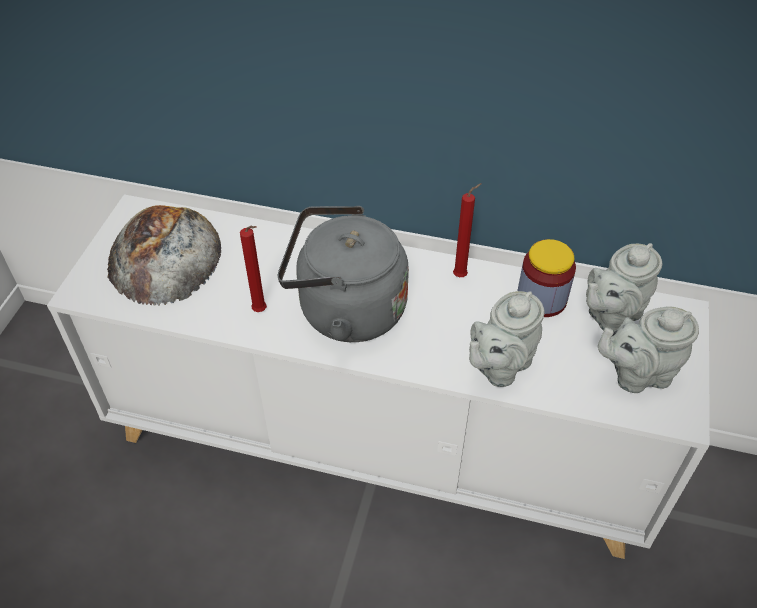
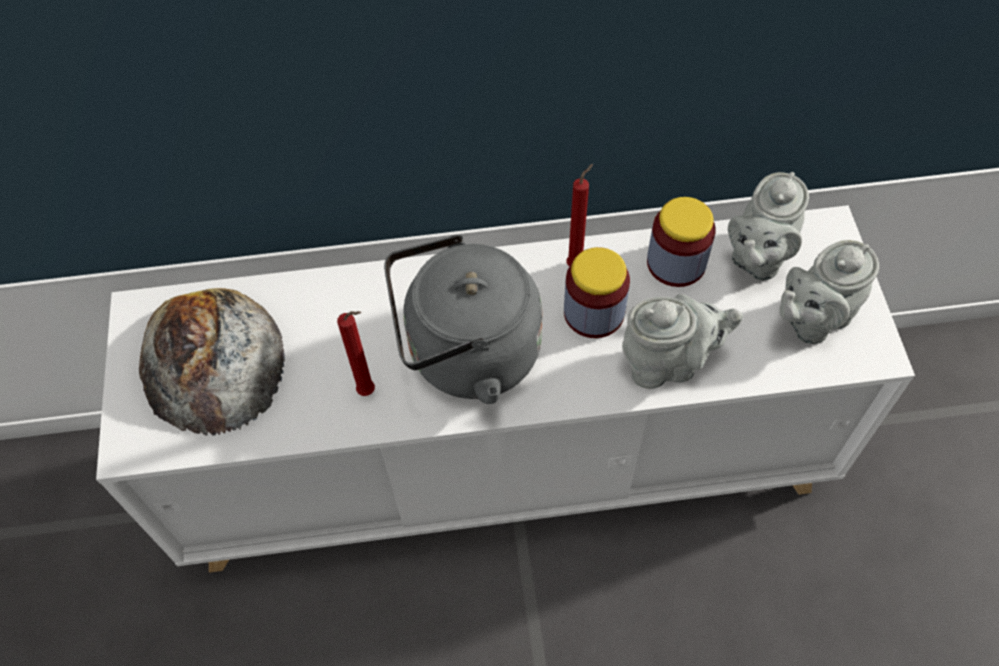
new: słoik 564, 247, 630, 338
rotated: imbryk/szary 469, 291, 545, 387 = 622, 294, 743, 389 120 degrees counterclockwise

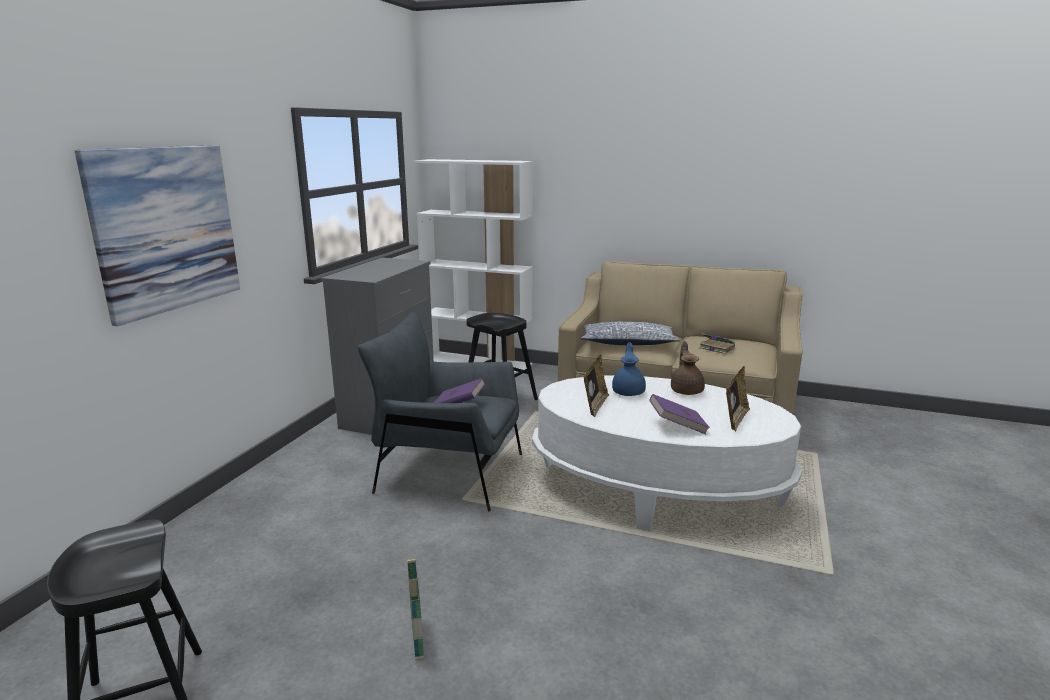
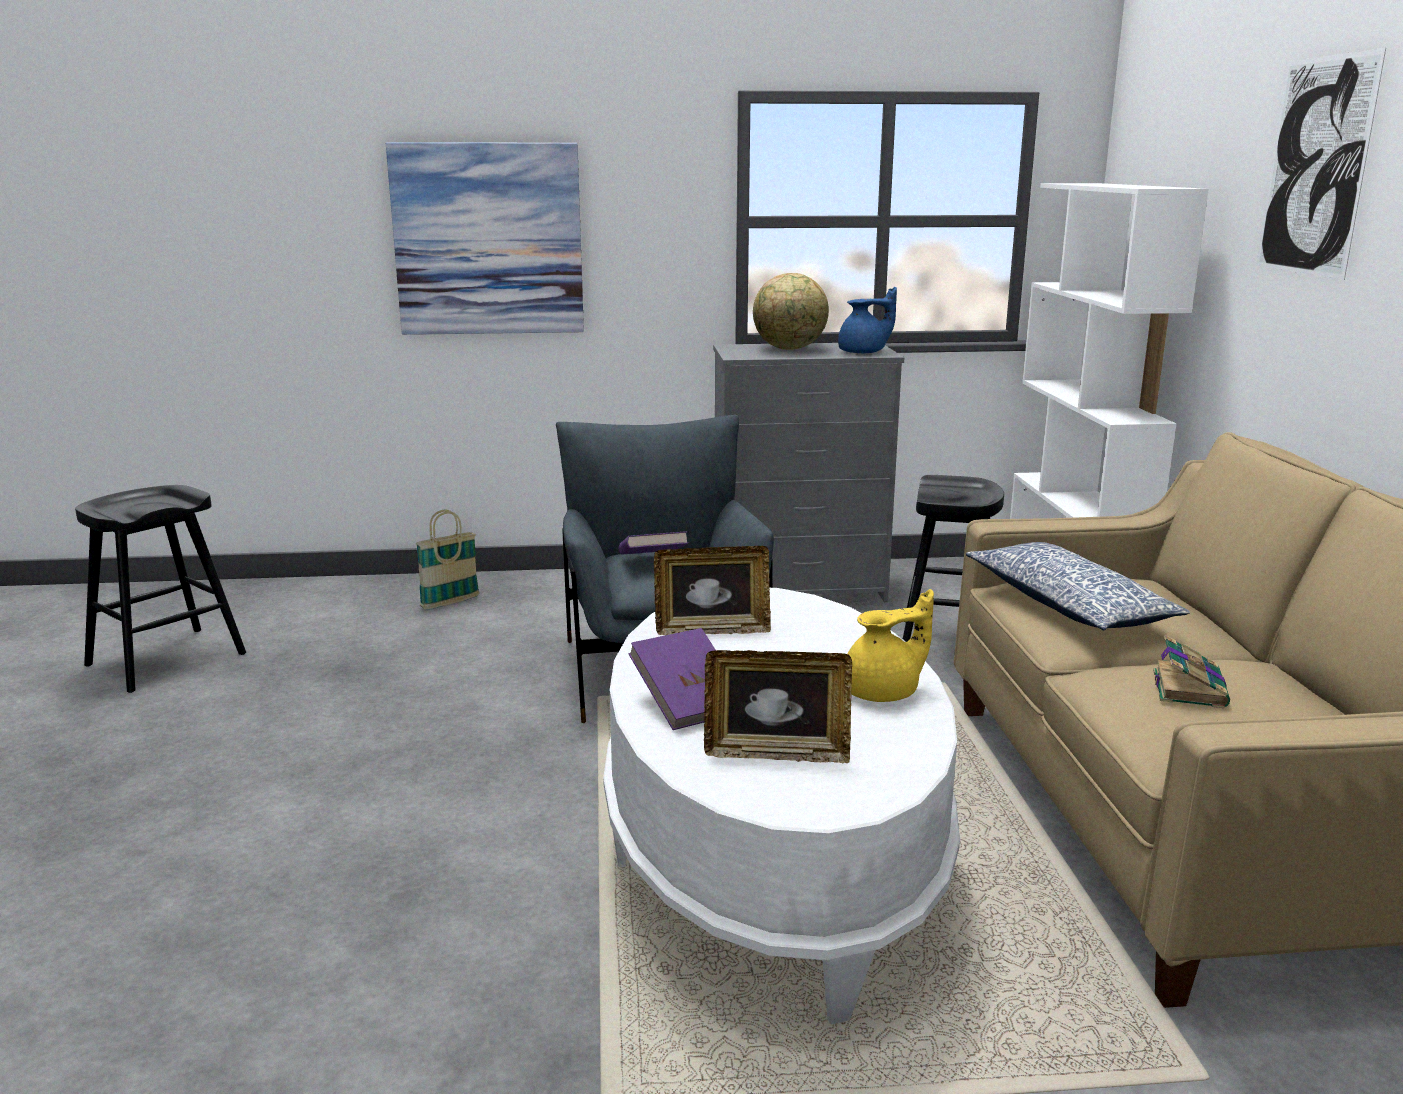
new: globus 753, 273, 829, 350; obraz 1256, 48, 1386, 280
shifted: koszyk 407, 549, 424, 661 to 416, 510, 480, 610; imbryk/niebieski 612, 342, 646, 396 to 838, 287, 897, 353
repainted: imbryk/brązowy 671, 341, 705, 395 to imbryk/żółty 847, 589, 934, 702

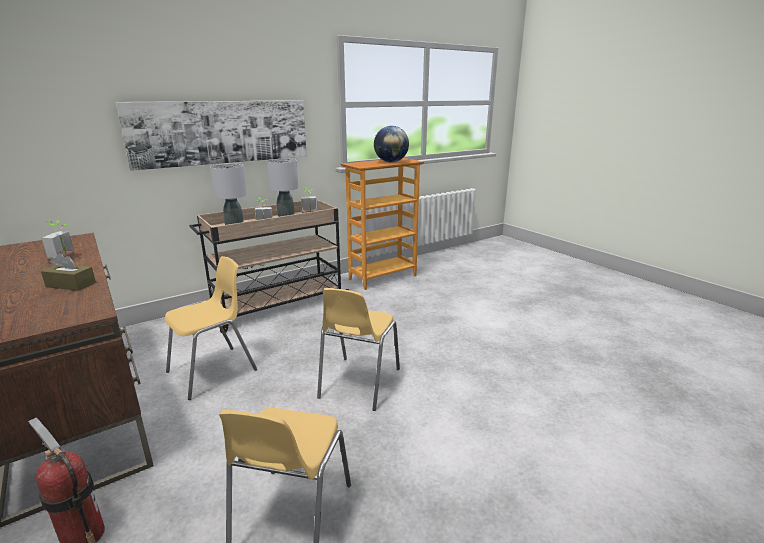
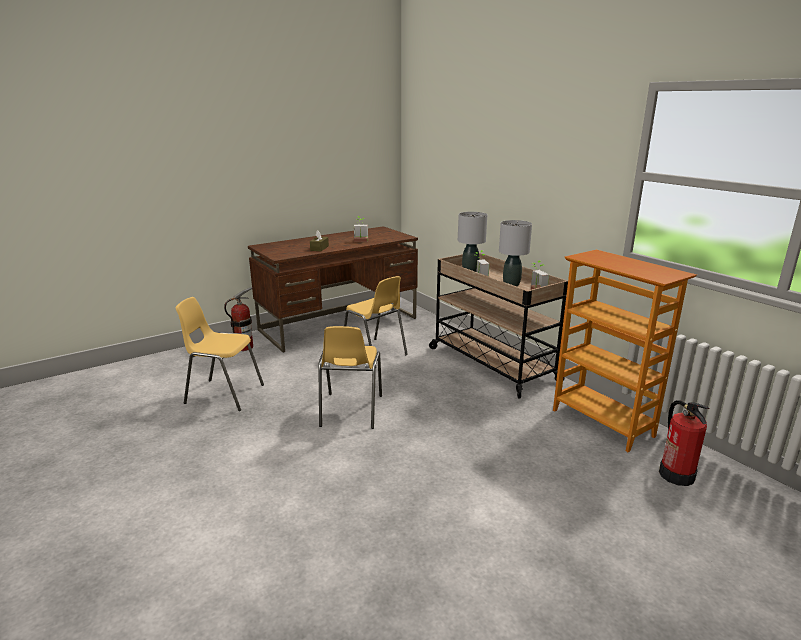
gone: obraz 116, 100, 307, 171; globus 374, 126, 409, 162
new: gaśnica 659, 400, 710, 486
rotated: krzesło/żółty 317, 288, 400, 411 = 318, 326, 382, 429 105 degrees counterclockwise

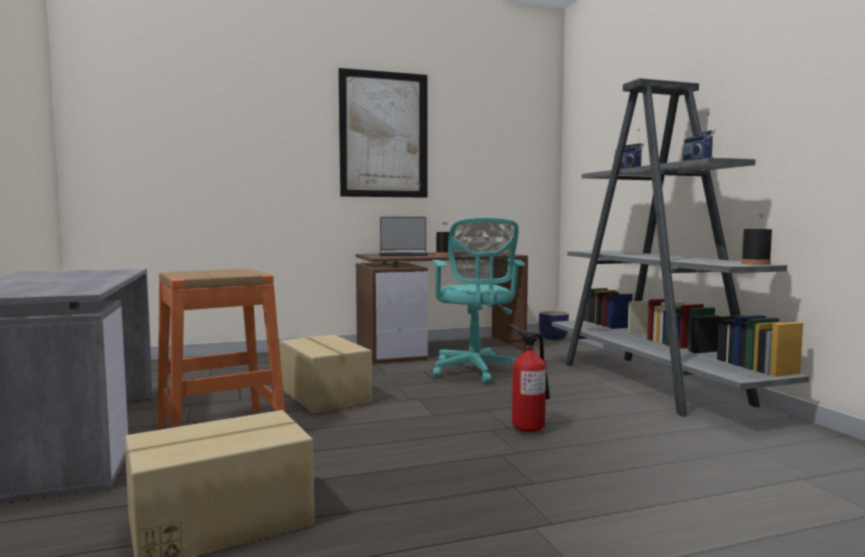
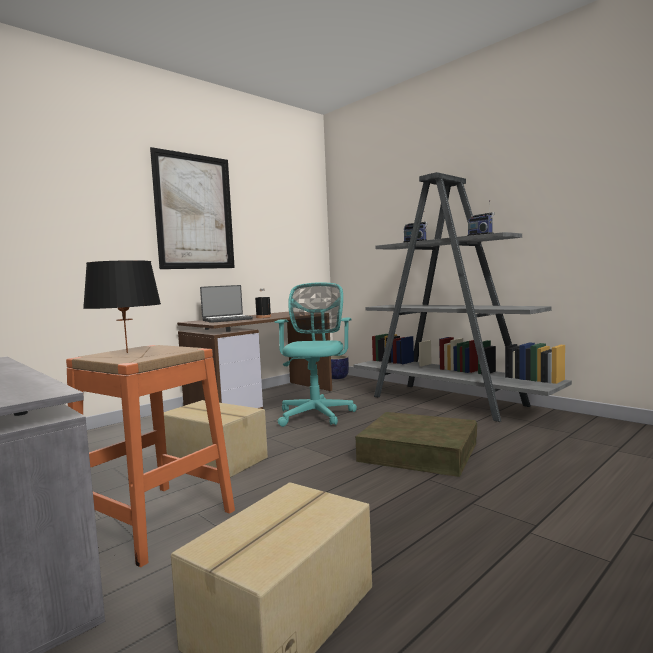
gone: butelka/czarny 741, 214, 772, 265
new: lampa stołowa/czarny 83, 260, 161, 353
swapped: gaśnica 508, 324, 550, 432 to pojemnik do przechowywania/brązowy 355, 412, 477, 477
rotated: krzesło biurowe/turkusowy 432, 217, 525, 384 = 274, 282, 357, 427 135 degrees counterclockwise

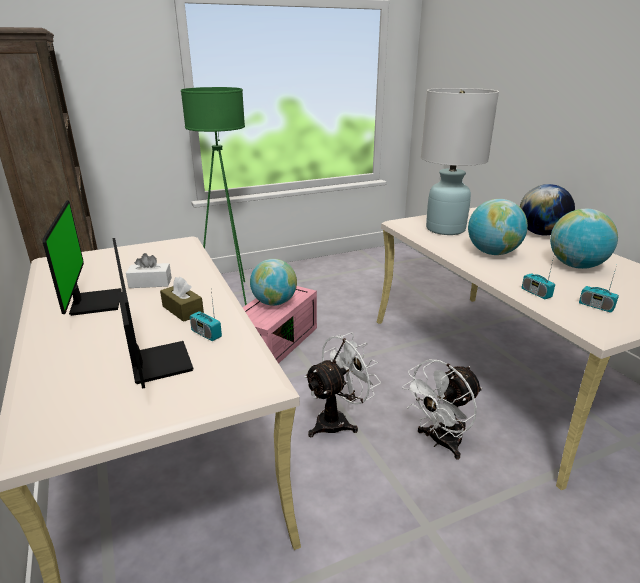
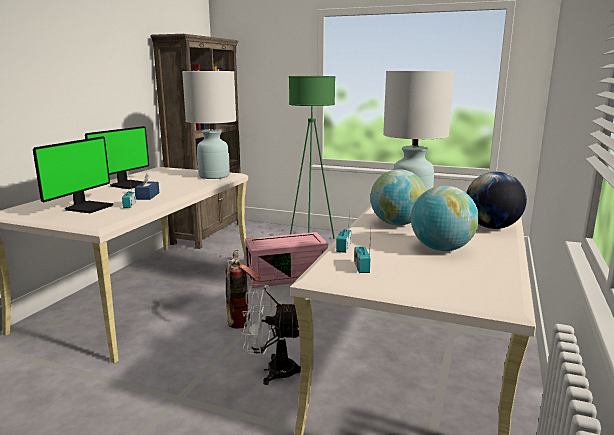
gone: pudełko chusteczek/biały 126, 253, 172, 288; globus 250, 259, 297, 306
new: lampa stołowa/biały 182, 71, 236, 179
swapped: wentylator/biały 304, 332, 381, 437 to gaśnica 226, 250, 260, 328
repainted: pudełko chusteczek/brązowy 160, 276, 204, 322 to pudełko chusteczek/niebieski 135, 173, 159, 200

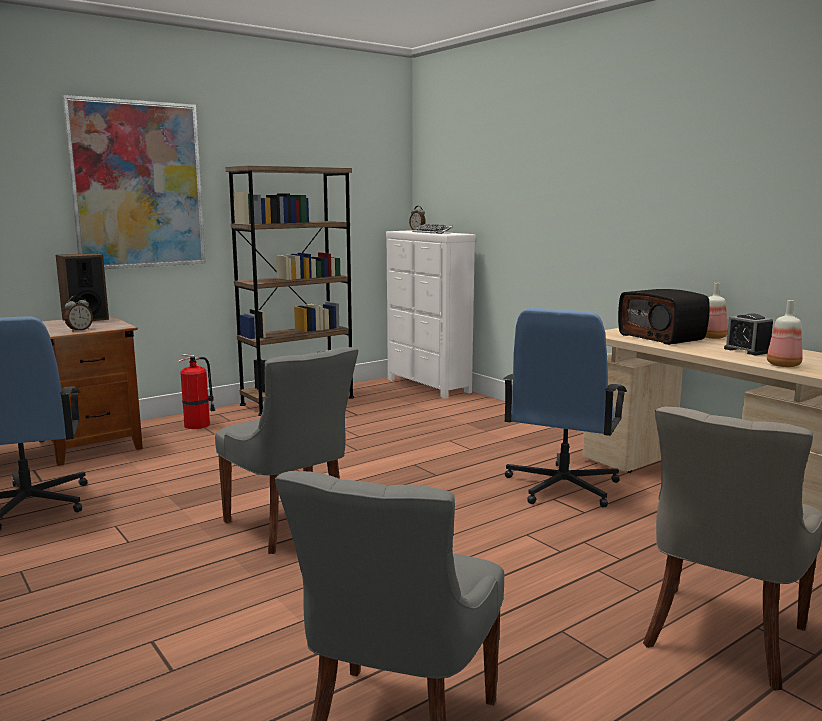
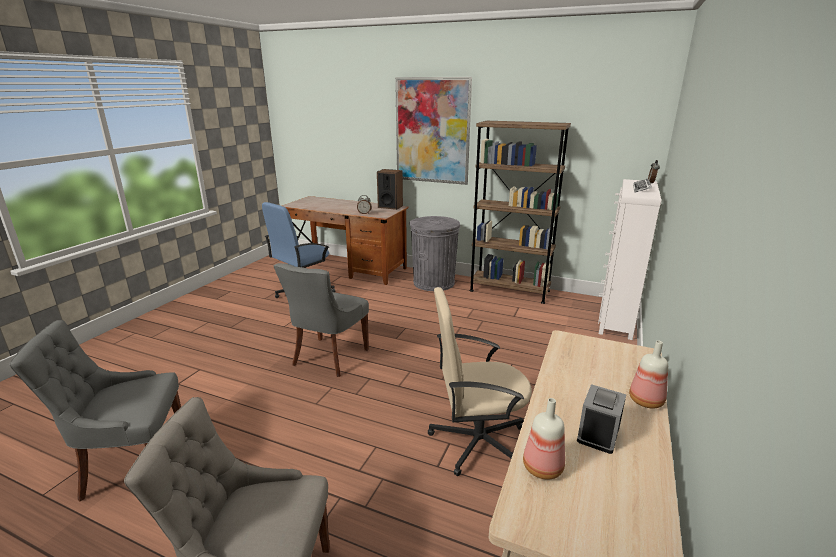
gone: radio 618, 289, 710, 345
swapped: gaśnica 178, 353, 215, 429 to kosz na śmieci/szary 409, 216, 460, 291
repainted: krzesło biurowe/niebieski 503, 308, 627, 507 to krzesło biurowe/beżowy 428, 287, 532, 476

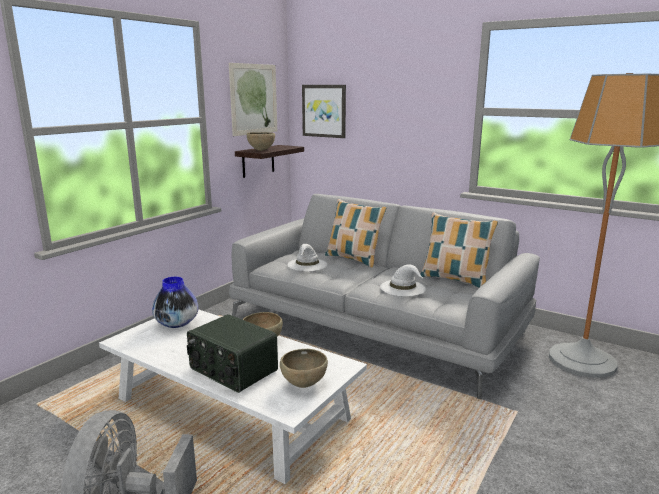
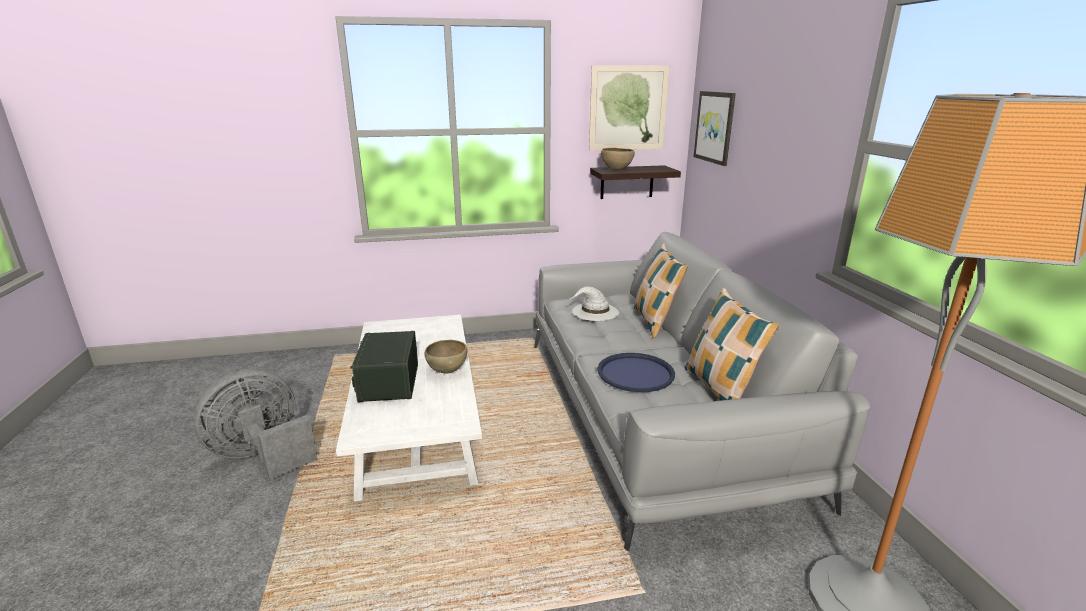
gone: wazon 152, 277, 199, 328; miska/brązowy 280, 349, 328, 388
swapped: kapelusz/biały 380, 264, 426, 296 to taca/niebieski 598, 353, 675, 392

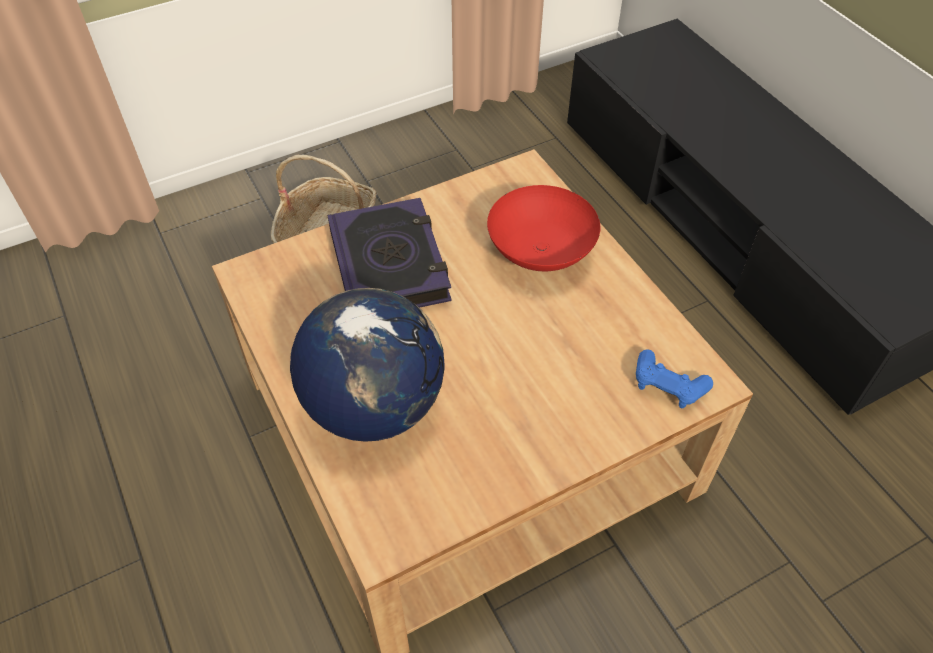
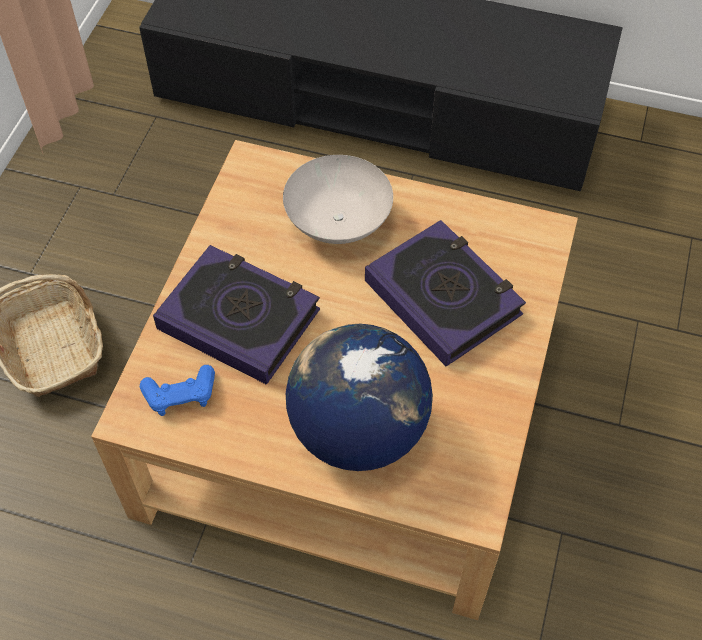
new: książka 365, 220, 526, 366
shifted: pad do gier/niebieski 636, 349, 713, 408 to 140, 365, 215, 416
repainted: miska/czerwony 487, 185, 600, 271 to miska/biały 283, 155, 393, 244

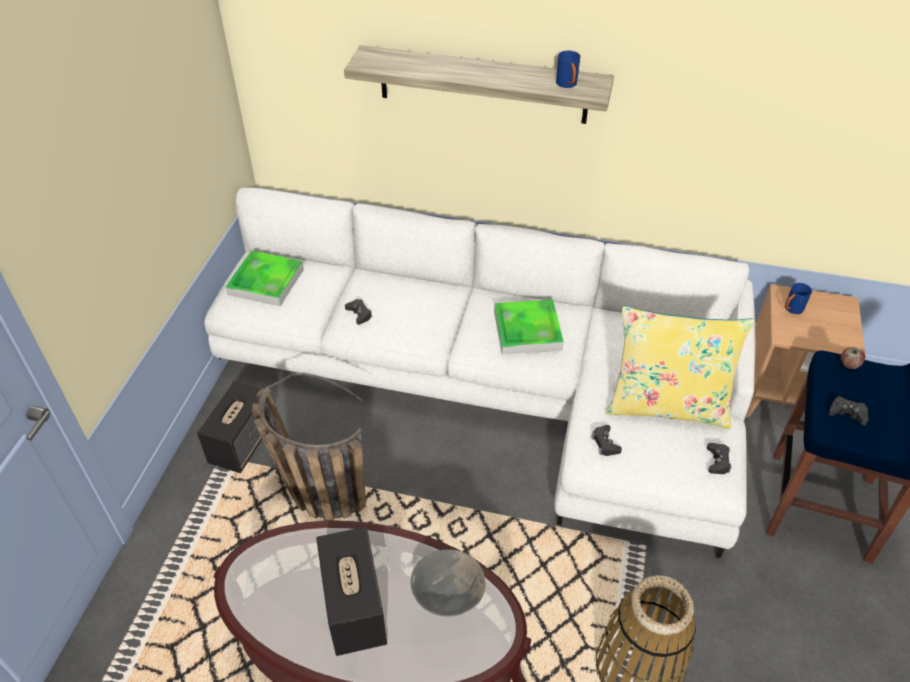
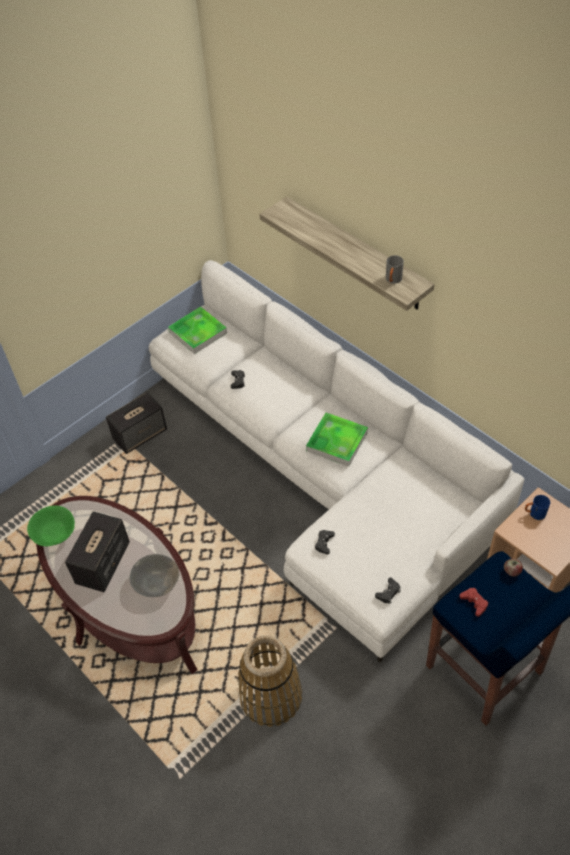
gone: koszyk 252, 373, 367, 520; poduszka/żółty 606, 306, 755, 429
new: miska/zielony 27, 505, 75, 546
repainted: kubek/niebieski 556, 51, 581, 88 to kubek/szary 386, 255, 404, 284; pad do gier/czarny 828, 396, 868, 425 to pad do gier/czerwony 459, 588, 489, 617

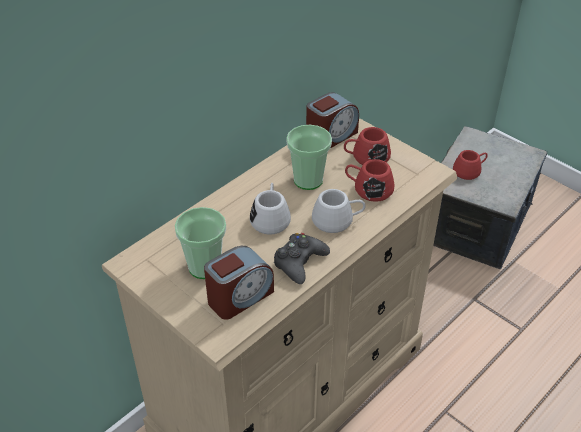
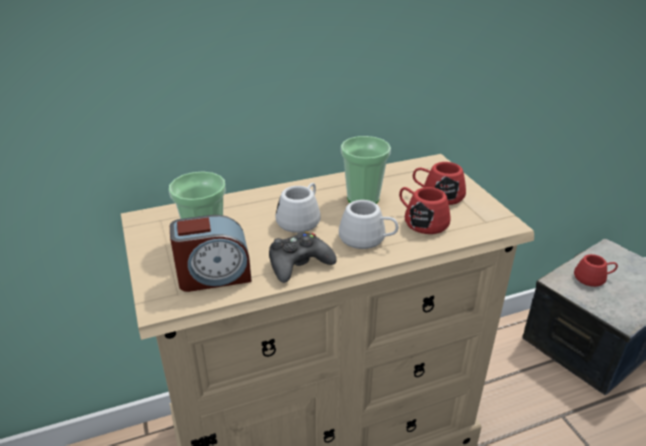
gone: budzik 306, 92, 359, 148

